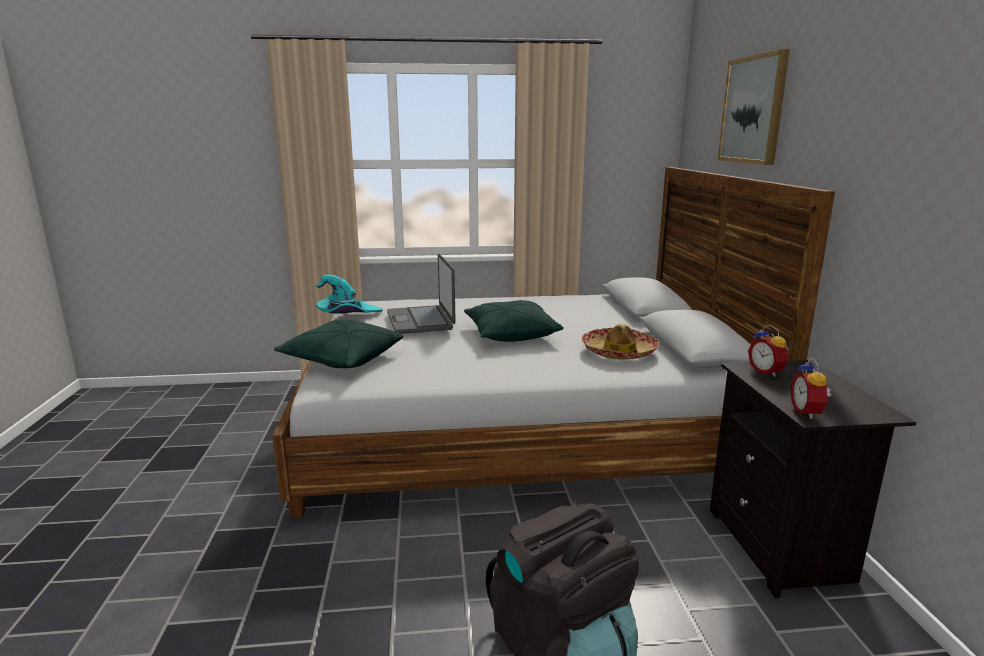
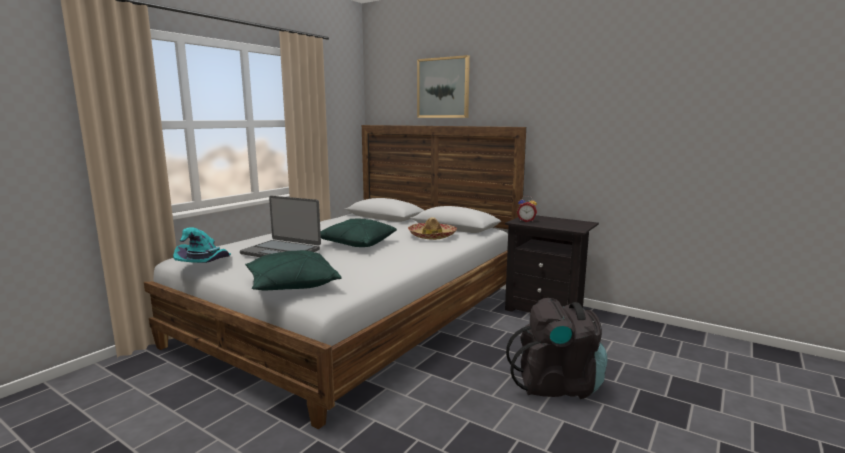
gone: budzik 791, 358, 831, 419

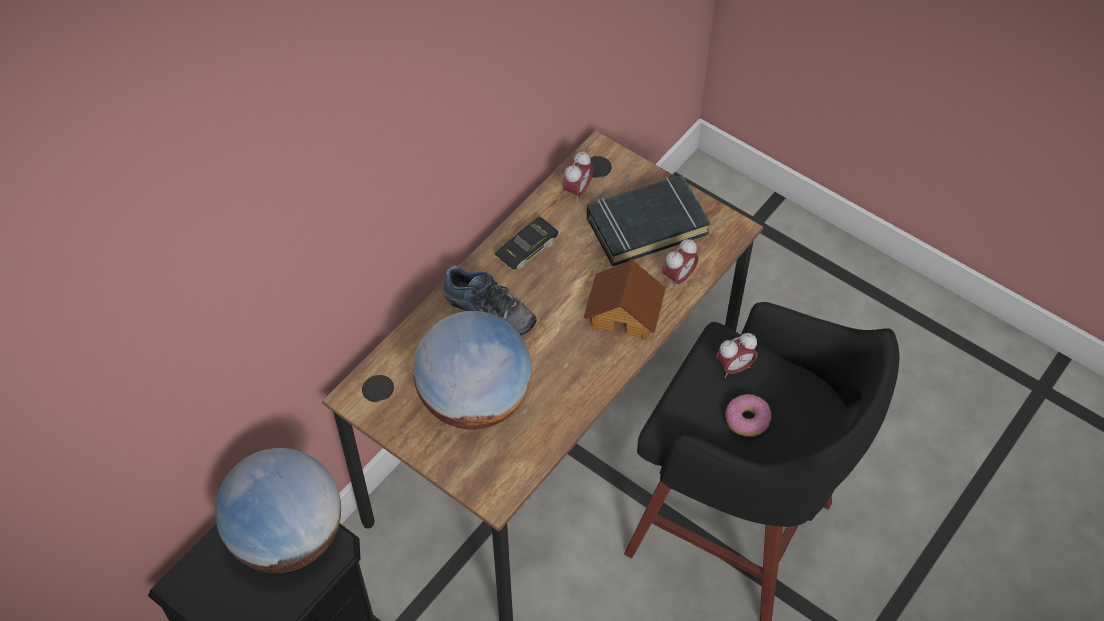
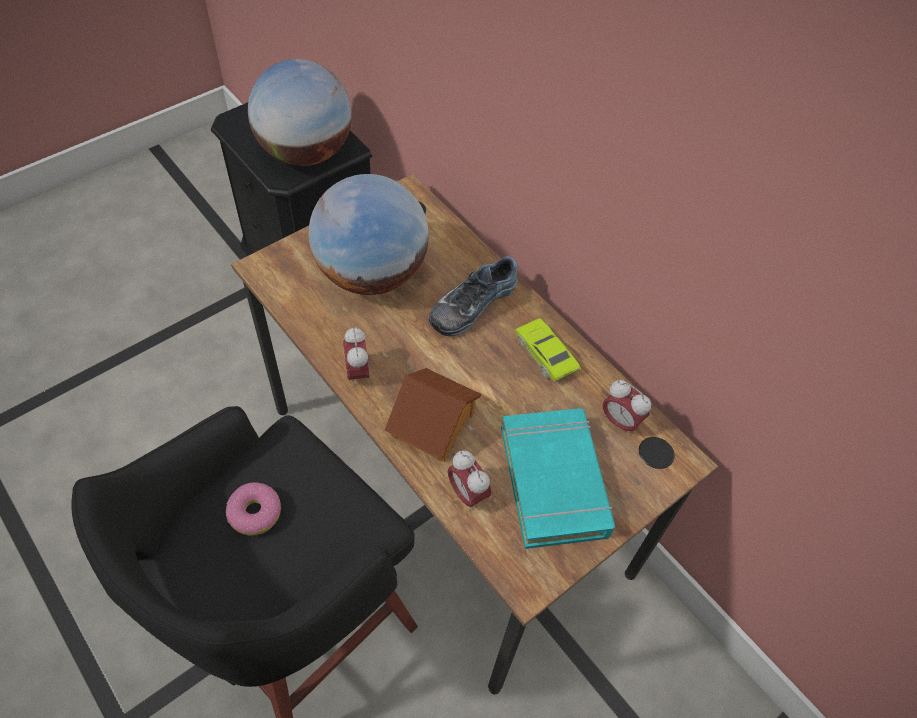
shifted: budzik 716, 333, 758, 378 to 343, 327, 369, 387
repainted: książka/czarny 587, 175, 711, 267 to książka/turkusowy 501, 408, 615, 549; samochodzik/czarny 494, 217, 559, 271 to samochodzik/zielony 515, 318, 581, 382

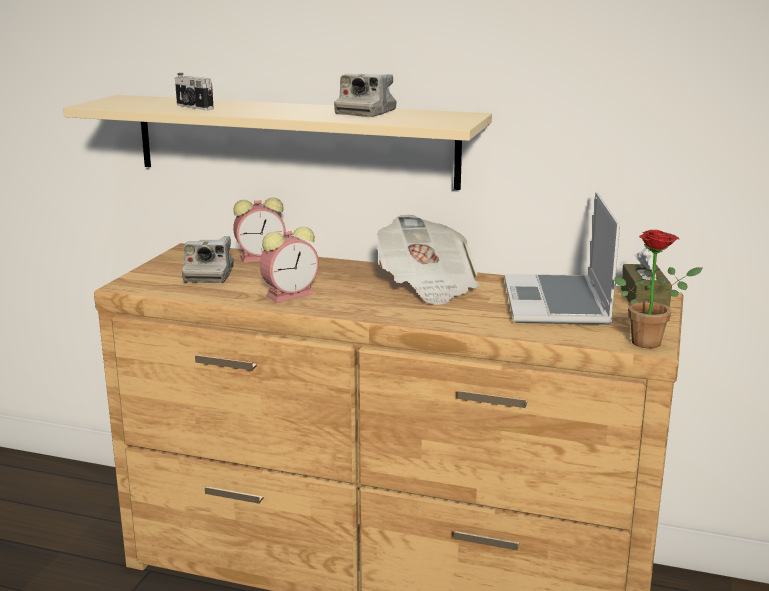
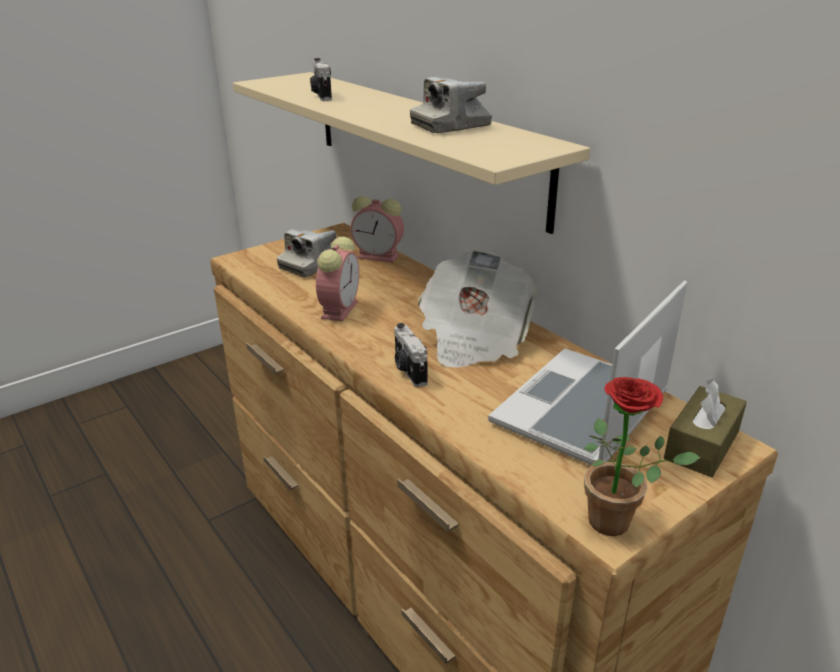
new: aparat fotograficzny 394, 323, 427, 387
rotated: budzik 260, 227, 319, 303 = 316, 237, 359, 321 75 degrees counterclockwise

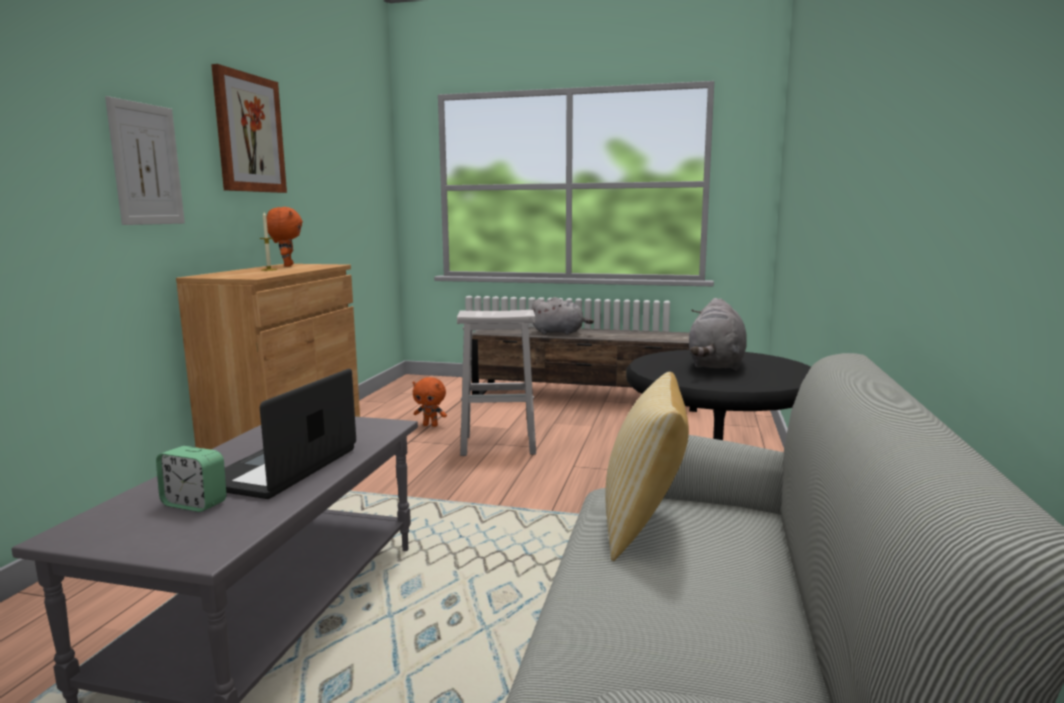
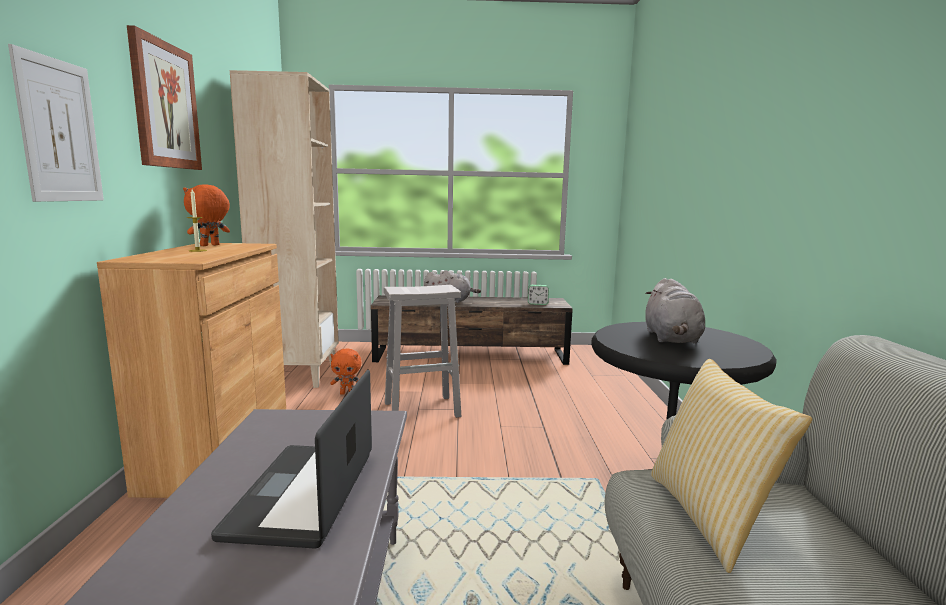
new: regał/beżowy 230, 70, 339, 388
shifted: budzik 156, 446, 227, 512 to 528, 285, 549, 305
rotated: pluszak/pomarańczowy 267, 207, 303, 267 = 183, 184, 230, 246 120 degrees counterclockwise

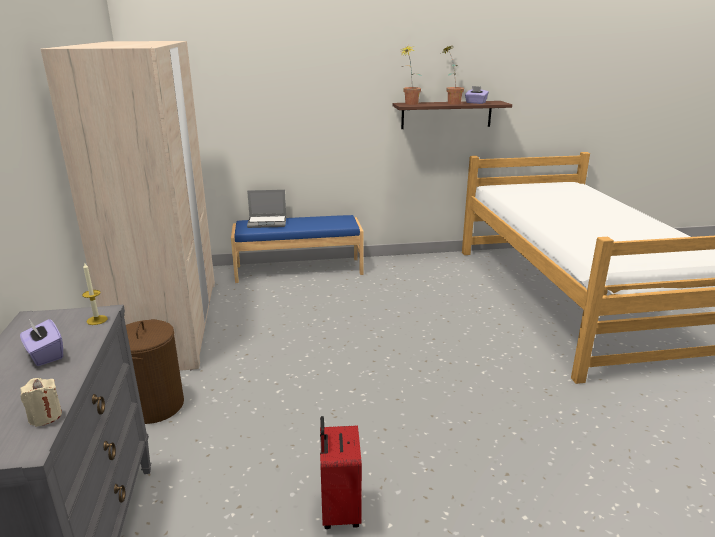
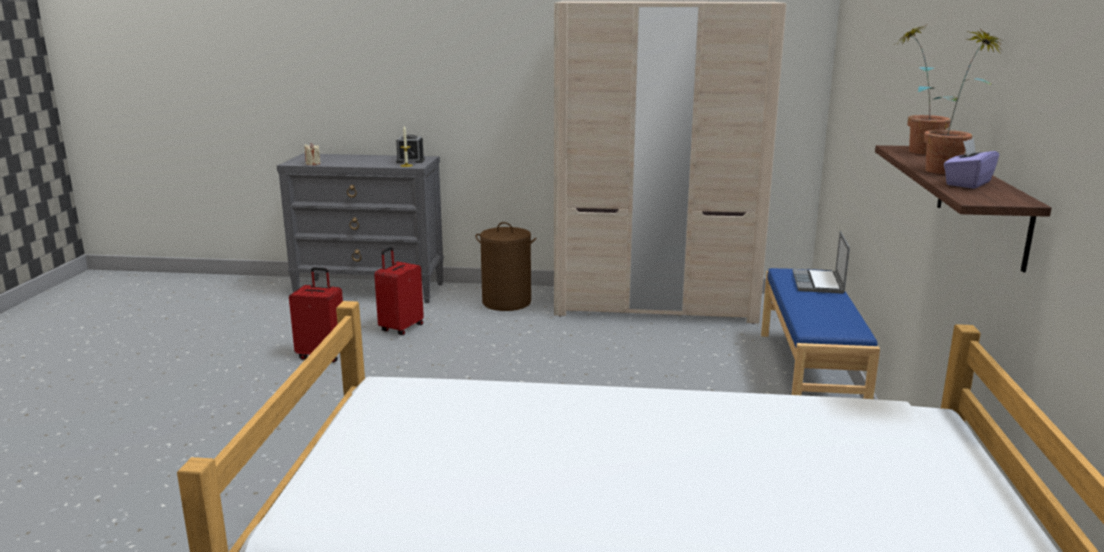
gone: pudełko chusteczek/fioletowy 20, 319, 63, 366
new: walizka/czerwony 374, 247, 424, 335; budzik 396, 135, 425, 163

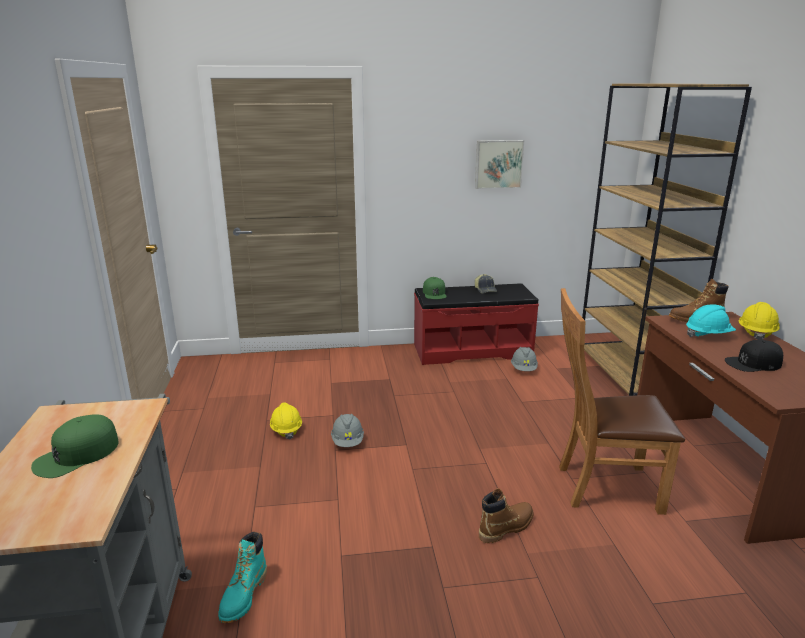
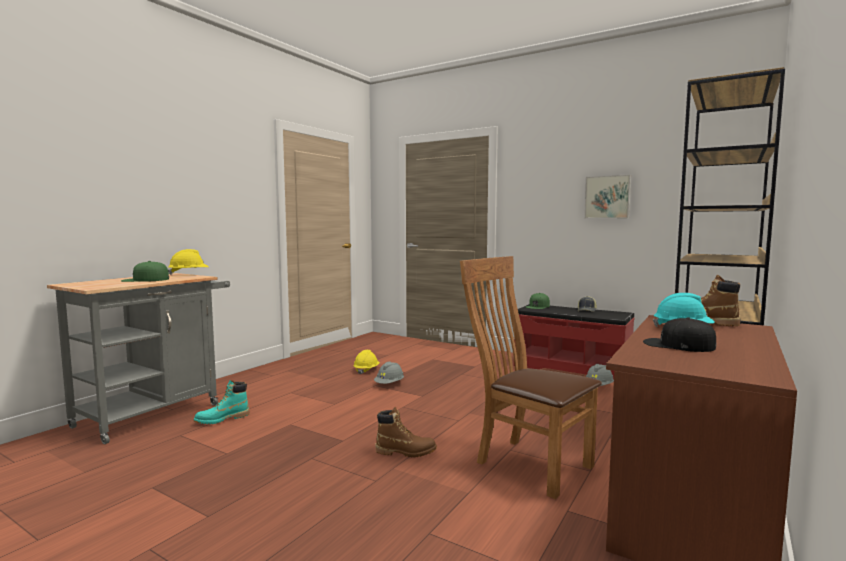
shifted: kask/żółty 739, 302, 780, 340 to 168, 249, 209, 275

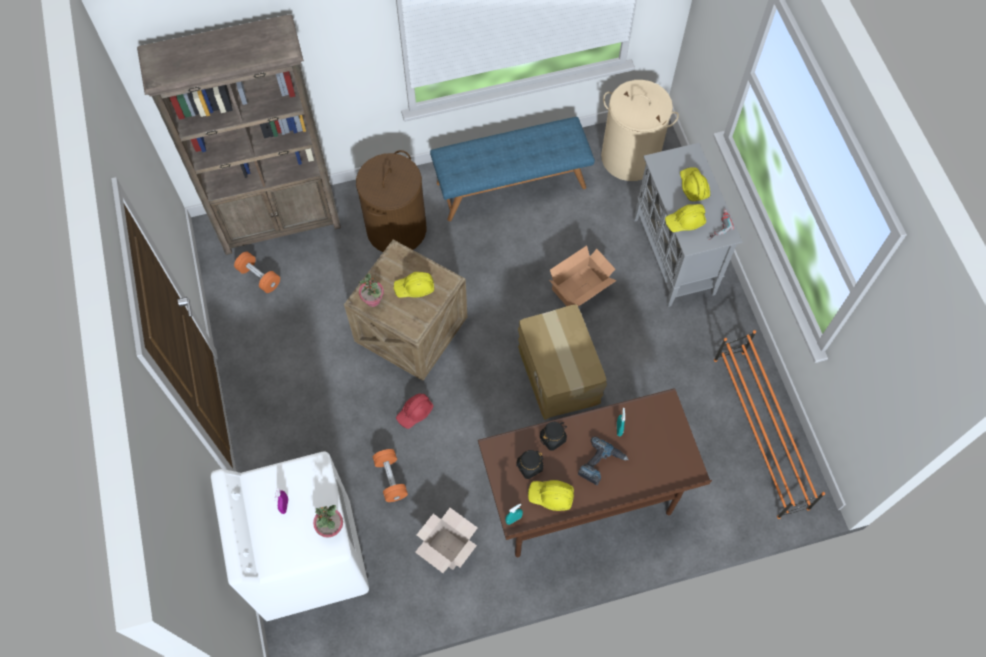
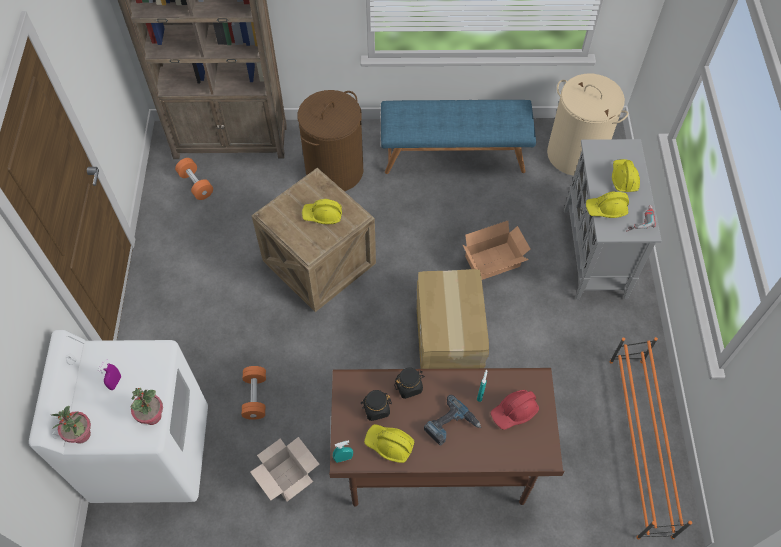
shifted: roślina doniczkowa 359, 273, 384, 307 to 51, 406, 91, 444; kask/czerwony 396, 393, 434, 429 to 491, 390, 539, 430

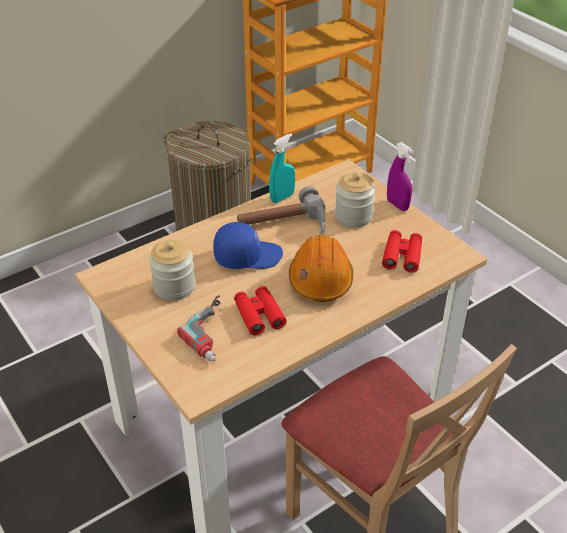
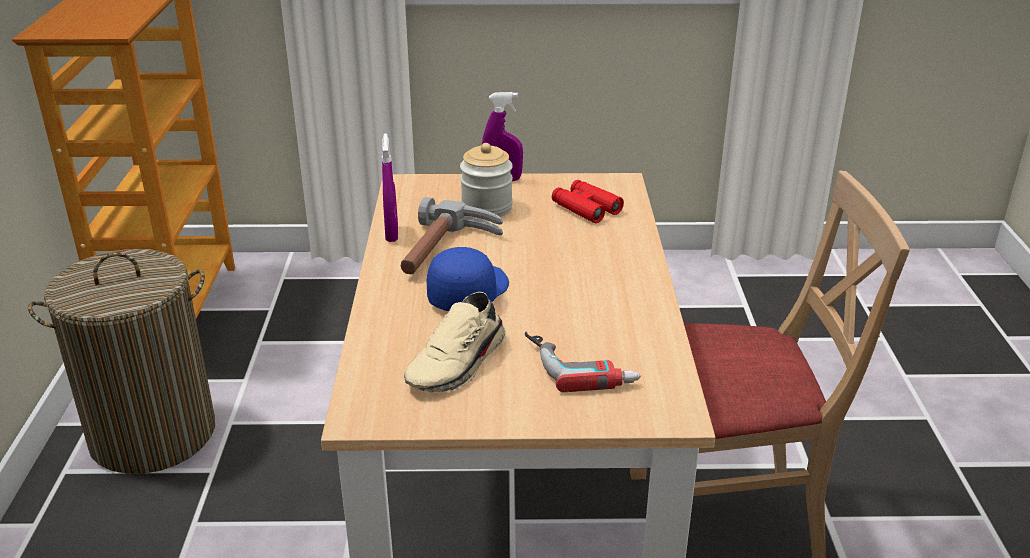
gone: lornetka/czerwony 234, 286, 286, 335; kask/pomarańczowy 289, 235, 353, 302
swapped: słoik 149, 240, 195, 300 to but/beżowy 404, 292, 506, 393
repainted: spryskiwacz/turkusowy 269, 134, 295, 203 to spryskiwacz/fioletowy 382, 133, 398, 242

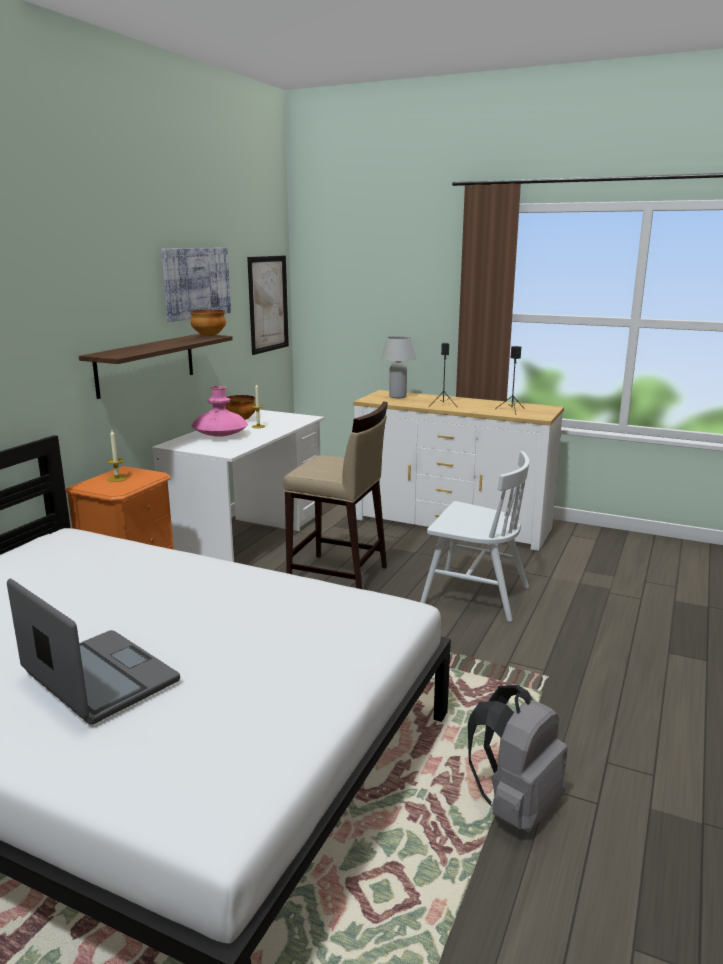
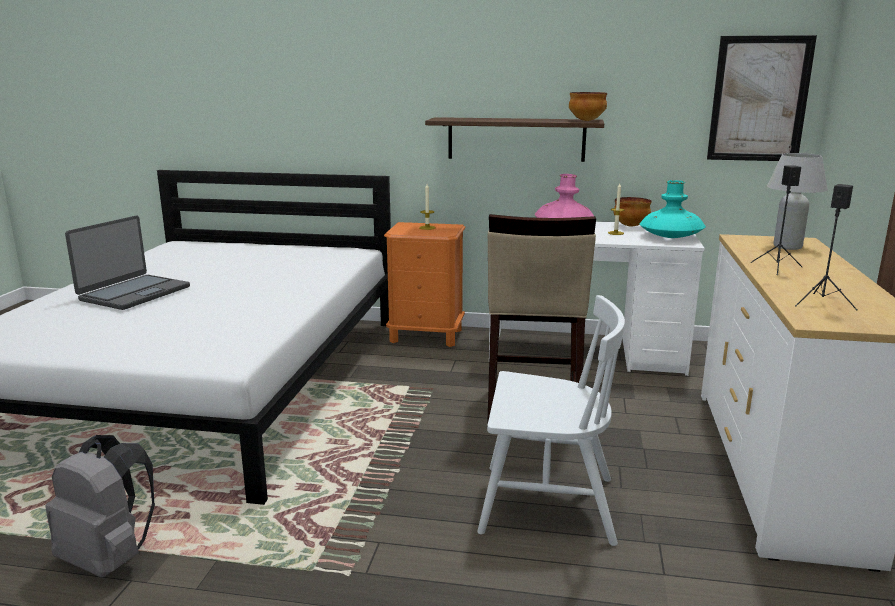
gone: obraz 162, 248, 231, 322
new: wazon/turkusowy 640, 180, 706, 238
rotated: krzesło/biały 420, 451, 529, 622 = 477, 295, 625, 546 90 degrees counterclockwise

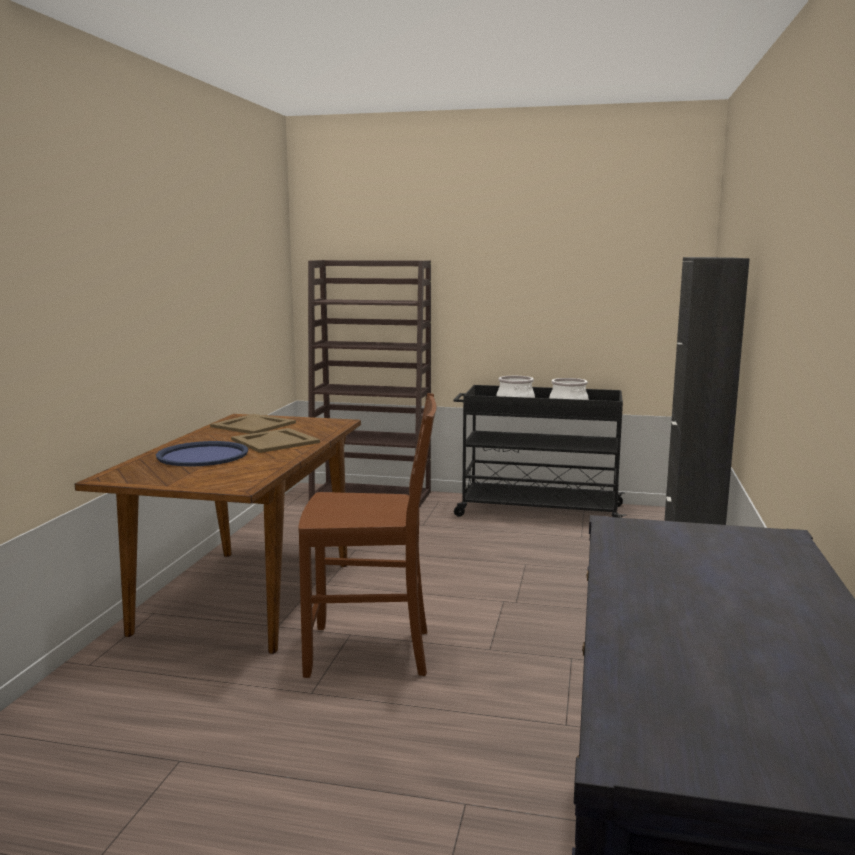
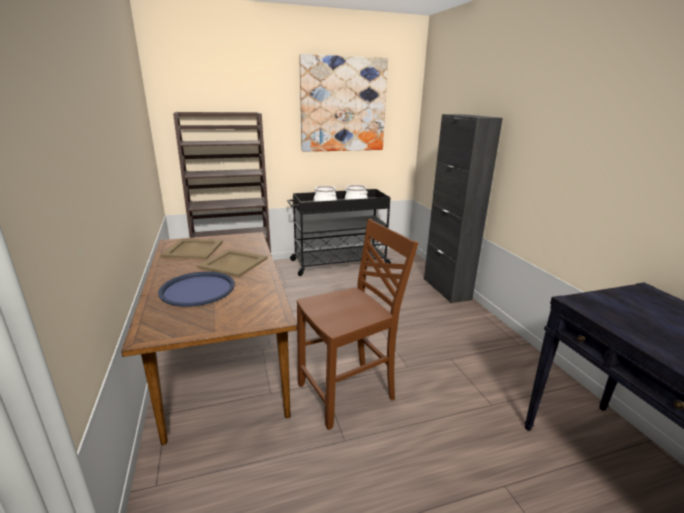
new: obraz 299, 54, 388, 152

